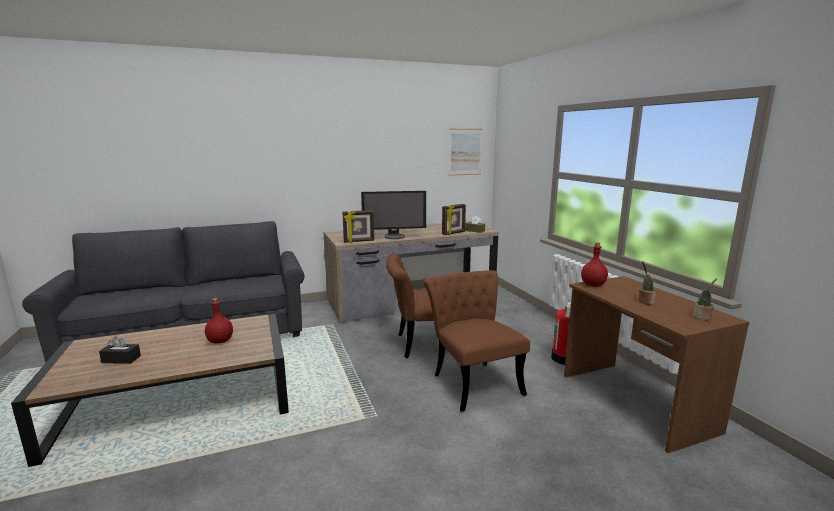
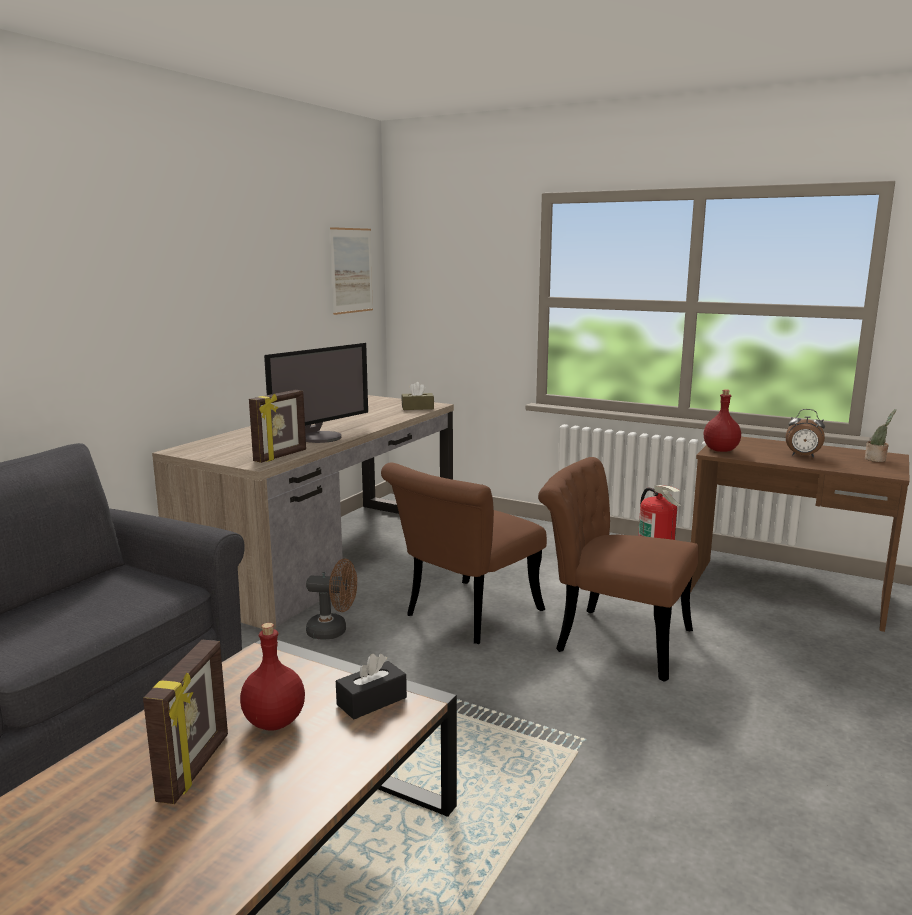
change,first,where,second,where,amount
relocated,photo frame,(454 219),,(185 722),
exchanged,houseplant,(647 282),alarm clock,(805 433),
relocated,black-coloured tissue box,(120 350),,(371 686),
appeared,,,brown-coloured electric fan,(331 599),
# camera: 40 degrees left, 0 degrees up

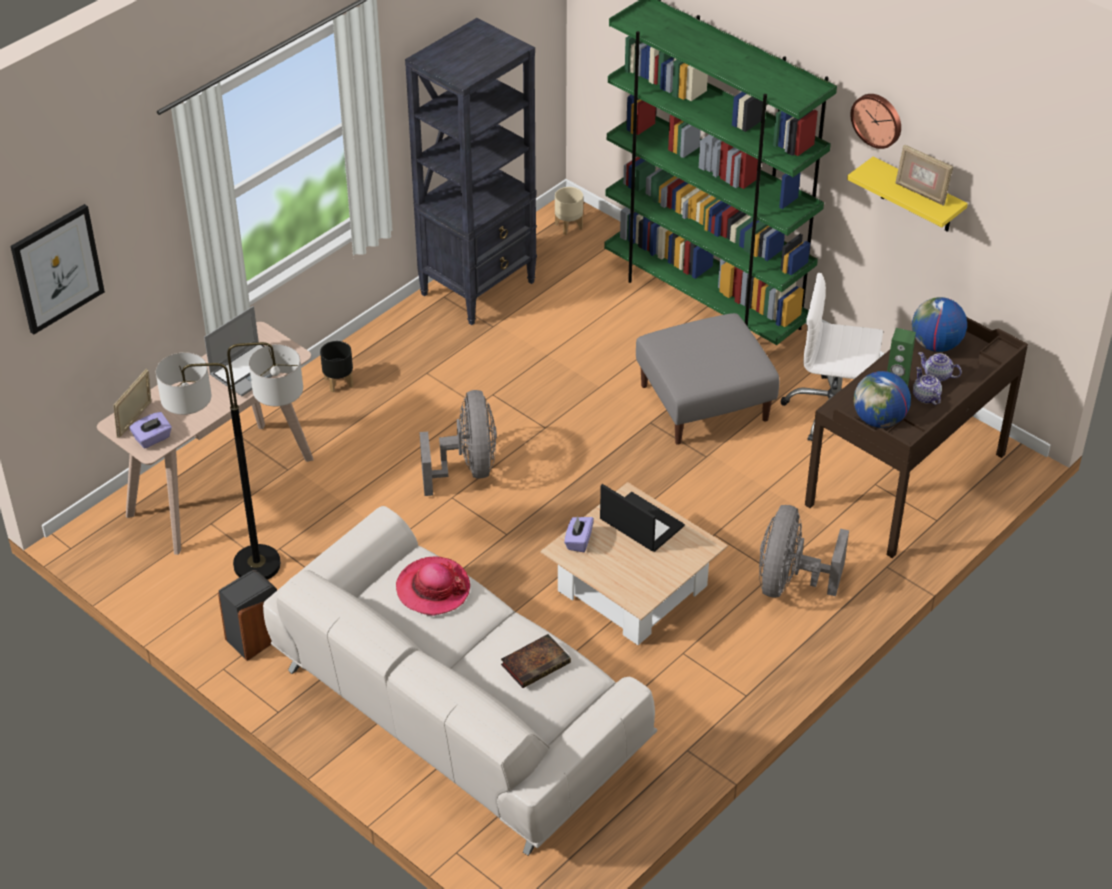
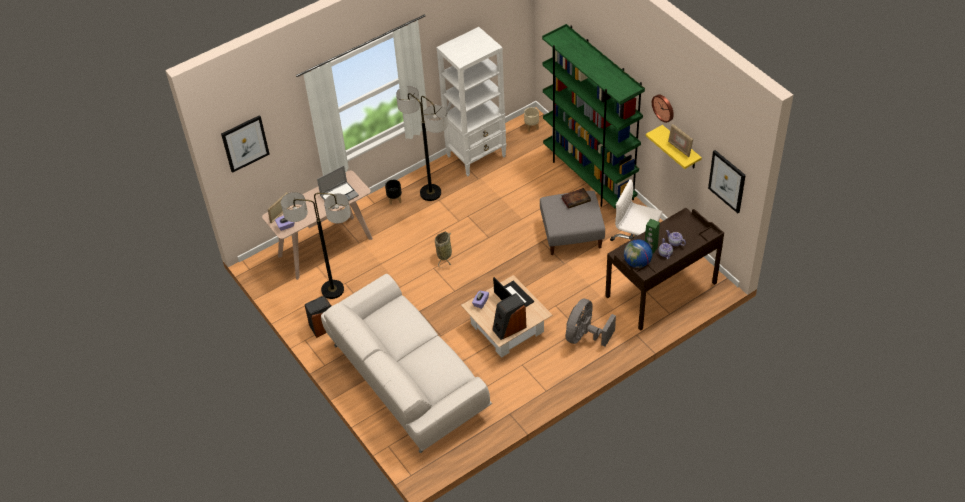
change,first,where,second,where,amount
colour,black-coloured bookshelf,(471 171),whitish bookshelf,(471 102),
missing,world globe,(939 324),,,
exchanged,gray electric fan,(458 443),household basket,(443 248),
missing,hat,(433 586),,,
relocated,book,(536 661),,(576 198),
appeared,,,standard lamp,(422 143),
appeared,,,wall art,(727 181),
appeared,,,audio speaker,(509 316),
# camera: 15 degrees right, 5 degrees up

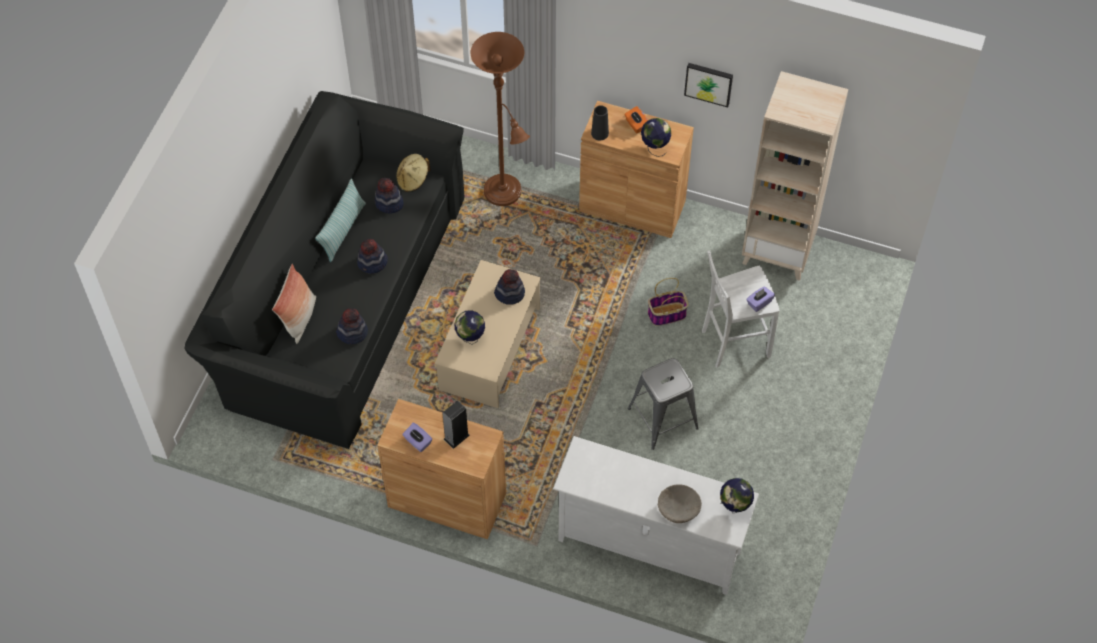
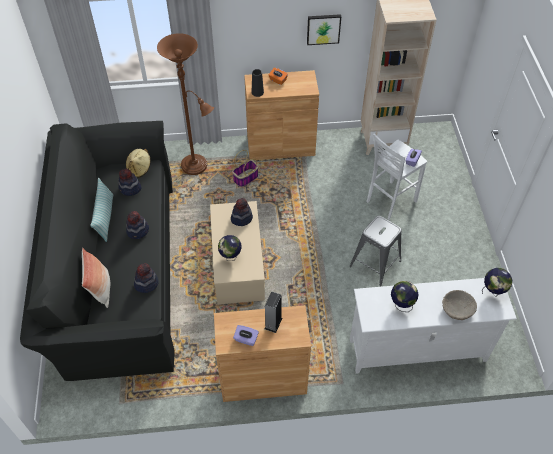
change,first,where,second,where,amount
relocated,world globe,(656 137),,(404 296),
relocated,household basket,(668 302),,(245 168),
# camera: 25 degrees left, 5 degrees down

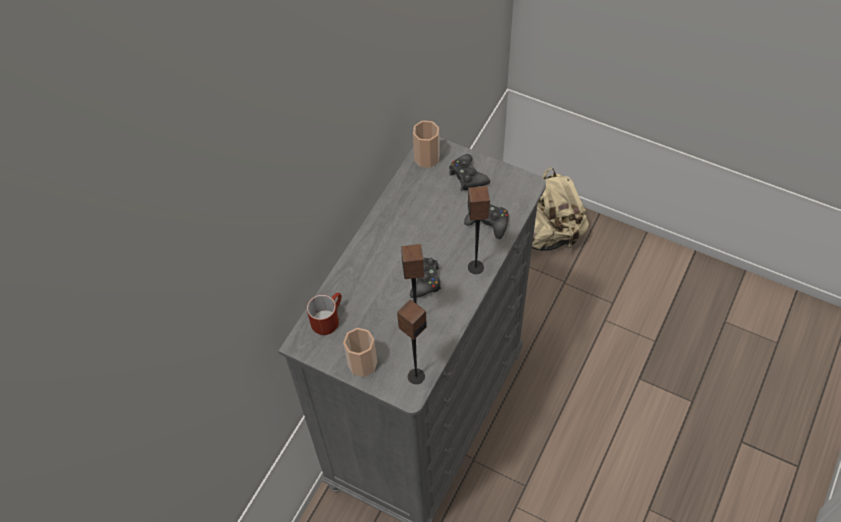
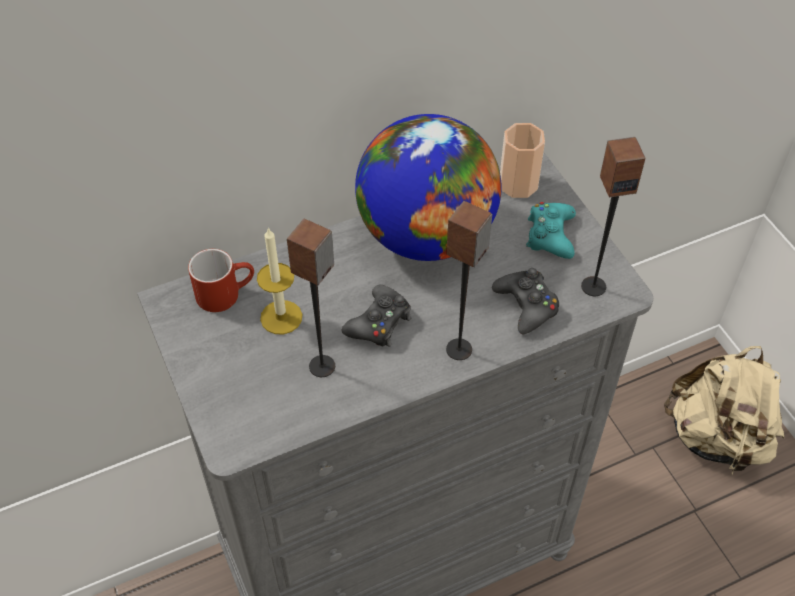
change,first,where,second,where,amount
colour,black-coloured gamepad,(469 172),turquoise gamepad,(551 230),
relocated,audio speaker,(412 342),,(613 216),
missing,small cup,(360 352),,,
appeared,,,world globe,(428 187),
appeared,,,wax candle,(279 281),
# camera: 35 degrees right, 5 degrees down

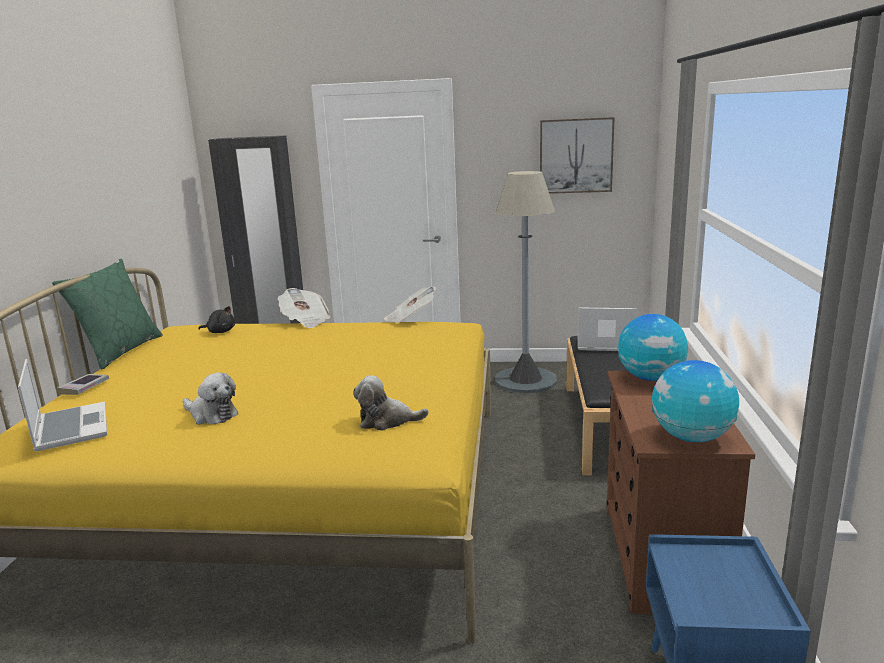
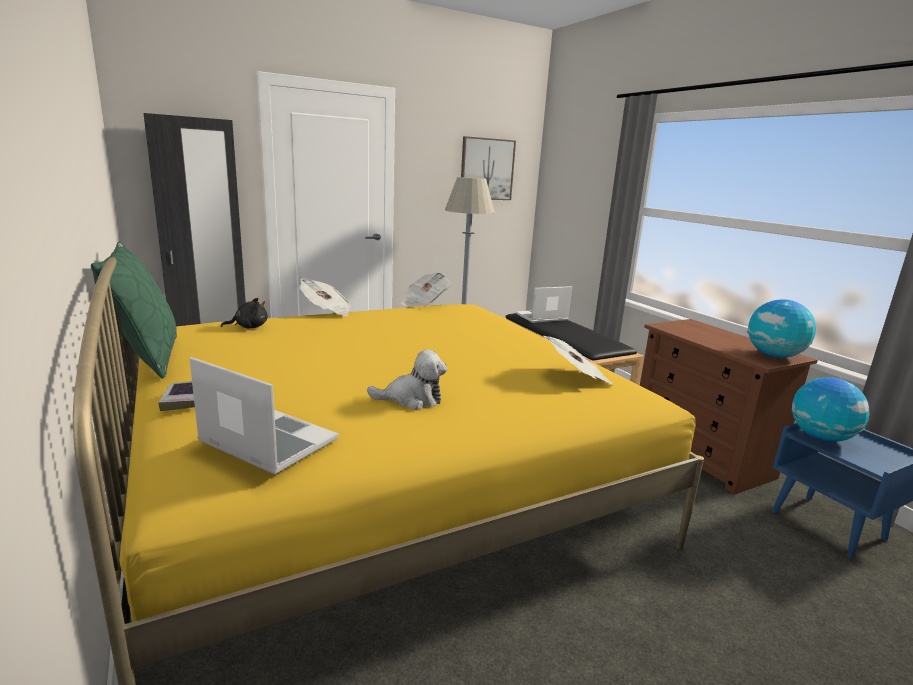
change,first,where,second,where,amount
relocated,world globe,(653 347),,(830 409),
exchanged,cuddly toy,(391 403),daily paper,(578 360),
# camera: 35 degrees left, 0 degrees up

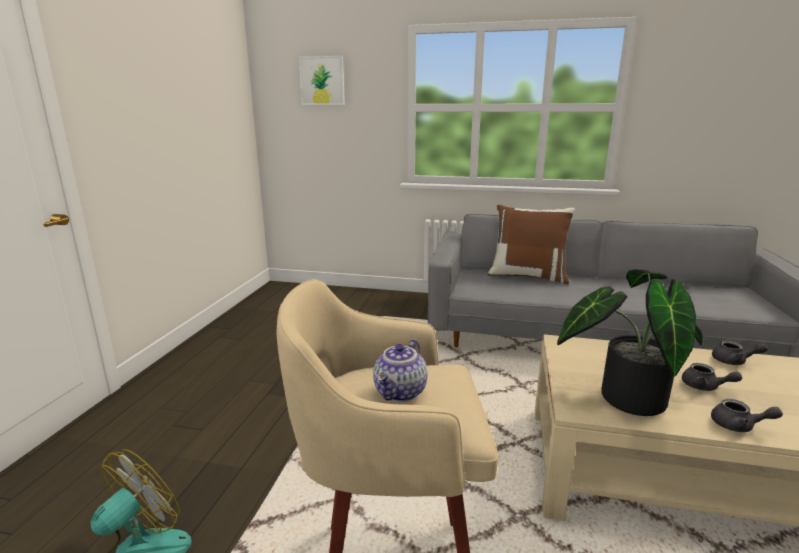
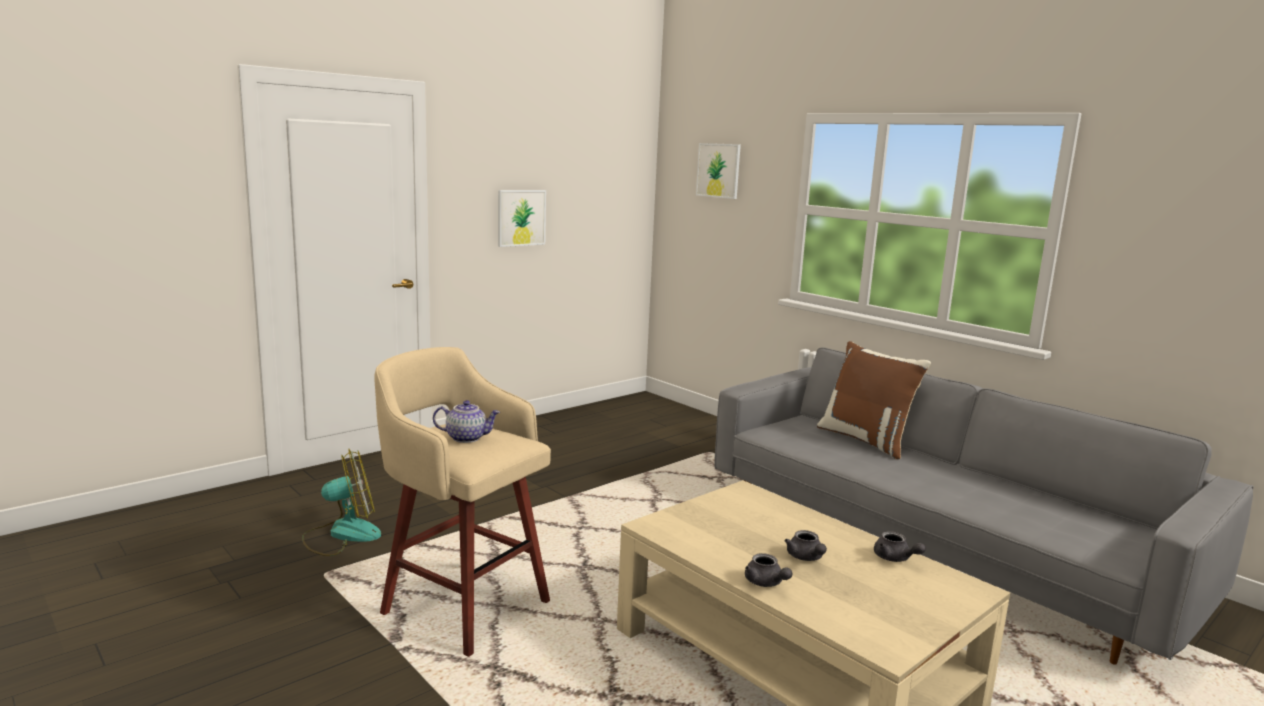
change,first,where,second,where,amount
missing,houseplant,(630 342),,,
spun,pot for tea,(400 370),,(466 421),150 degrees counterclockwise
appeared,,,wall art,(522 218),
# camera: 35 degrees right, 5 degrees down

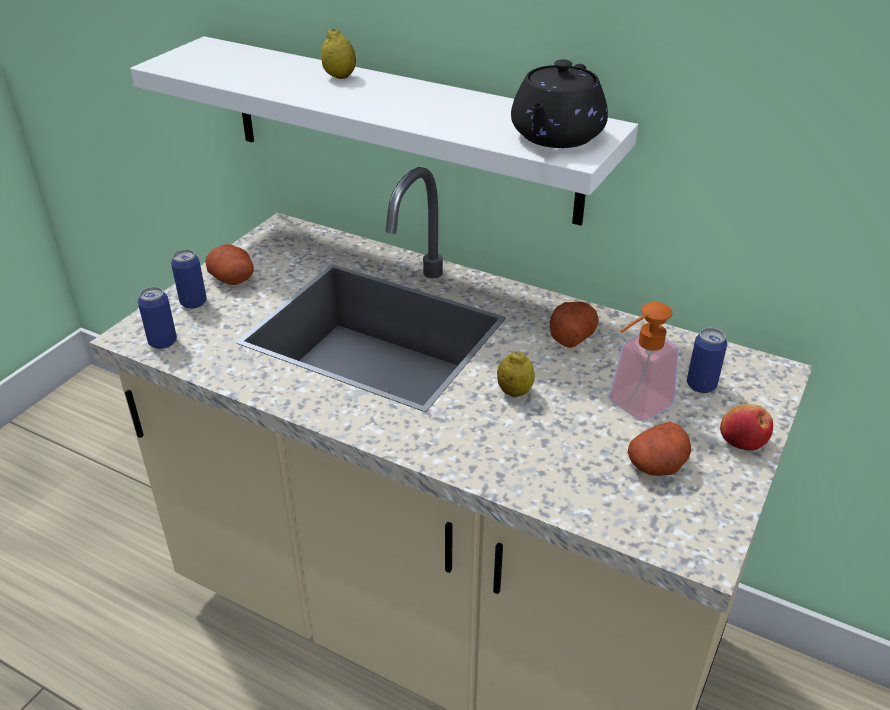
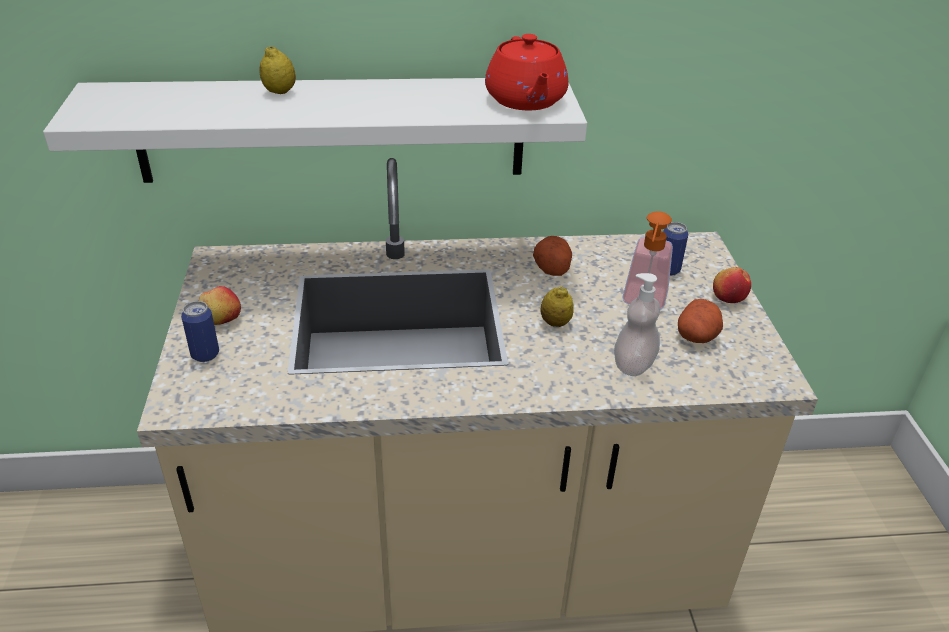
change,first,where,second,where,amount
colour,black-coloured pot for tea,(559 103),reddish pot for tea,(526 72),
exchanged,spud,(229 264),apple fruit,(220 305),
missing,metal can,(157 318),,,
appeared,,,liquid soap bottle,(637 324),
# camera: 35 degrees left, 0 degrees up

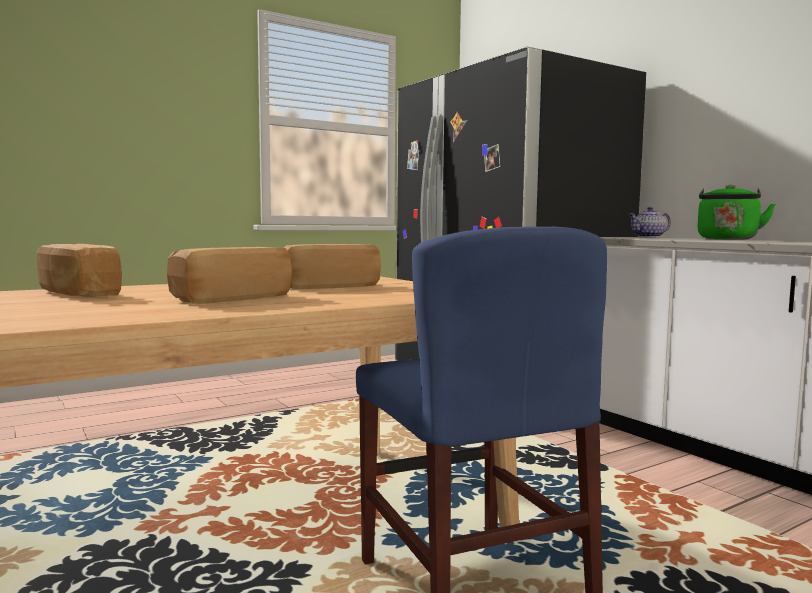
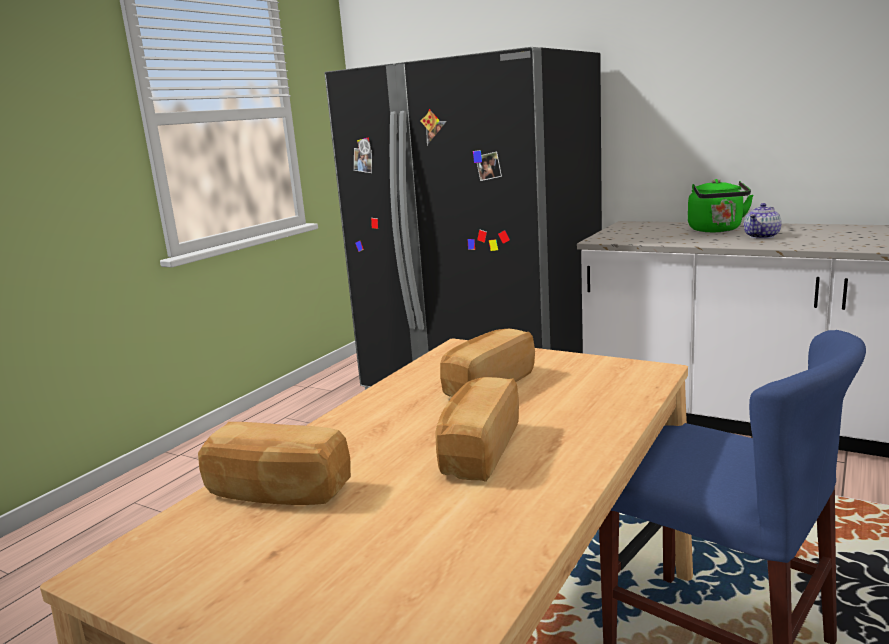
change,first,where,second,where,amount
relocated,pot for tea,(649 222),,(762 221),
# camera: 25 degrees left, 10 degrees up

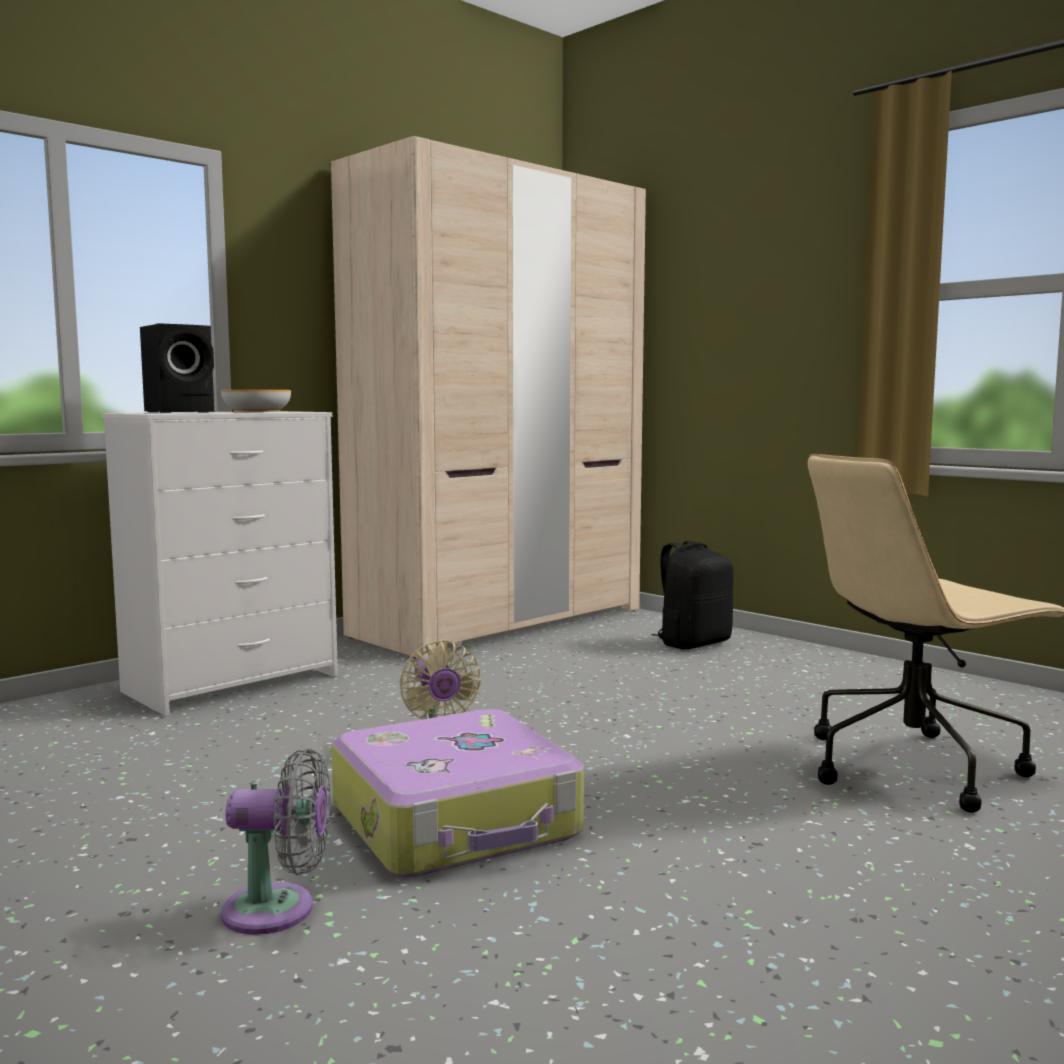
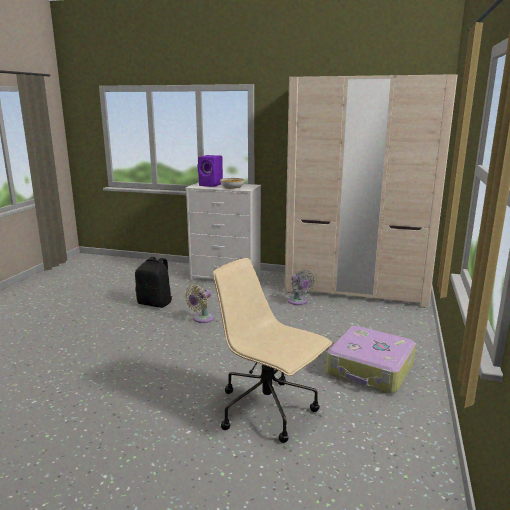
change,first,where,second,where,amount
colour,black-coloured audio speaker,(177 368),purple audio speaker,(210 171),
relocated,black-coloured rucksack,(693 594),,(153 282),
relocated,travel case,(457 793),,(371 360),
relocated,gray electric fan,(275 842),,(301 287),
# camera: 60 degrees right, 10 degrees up

